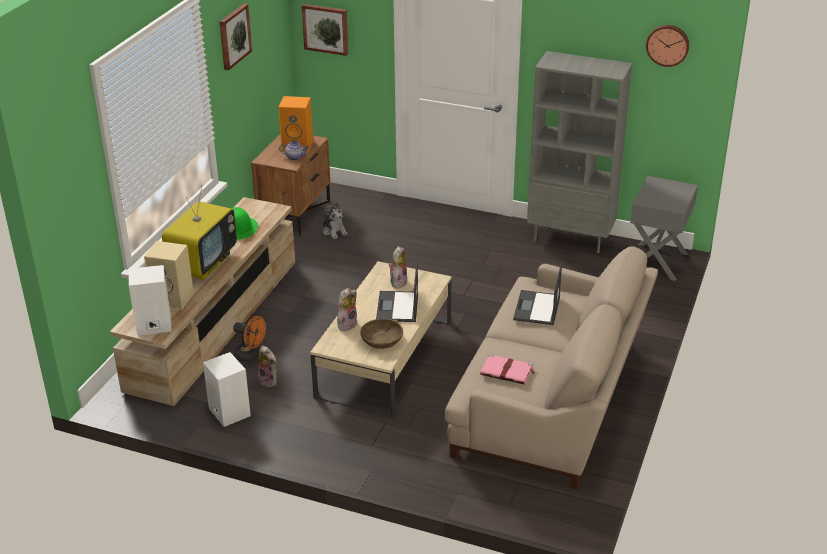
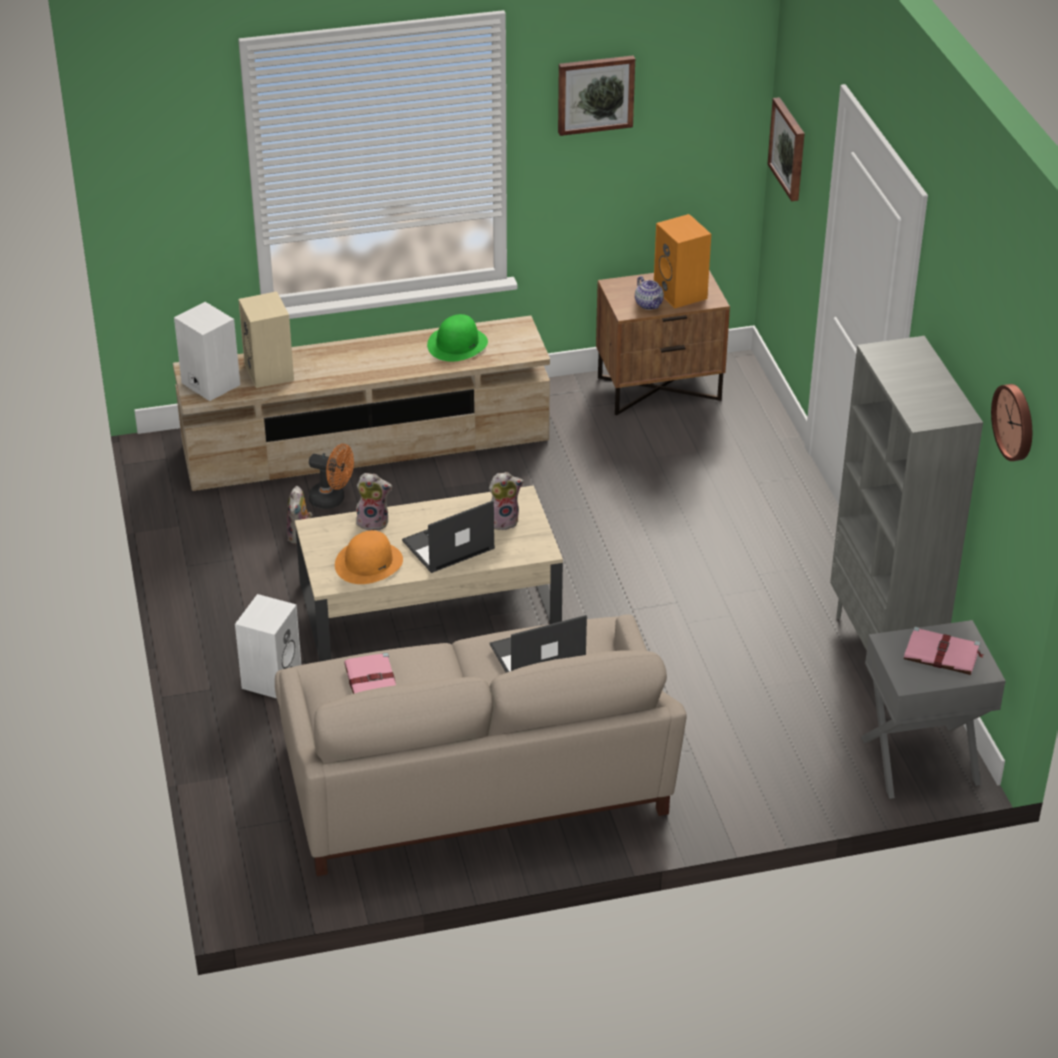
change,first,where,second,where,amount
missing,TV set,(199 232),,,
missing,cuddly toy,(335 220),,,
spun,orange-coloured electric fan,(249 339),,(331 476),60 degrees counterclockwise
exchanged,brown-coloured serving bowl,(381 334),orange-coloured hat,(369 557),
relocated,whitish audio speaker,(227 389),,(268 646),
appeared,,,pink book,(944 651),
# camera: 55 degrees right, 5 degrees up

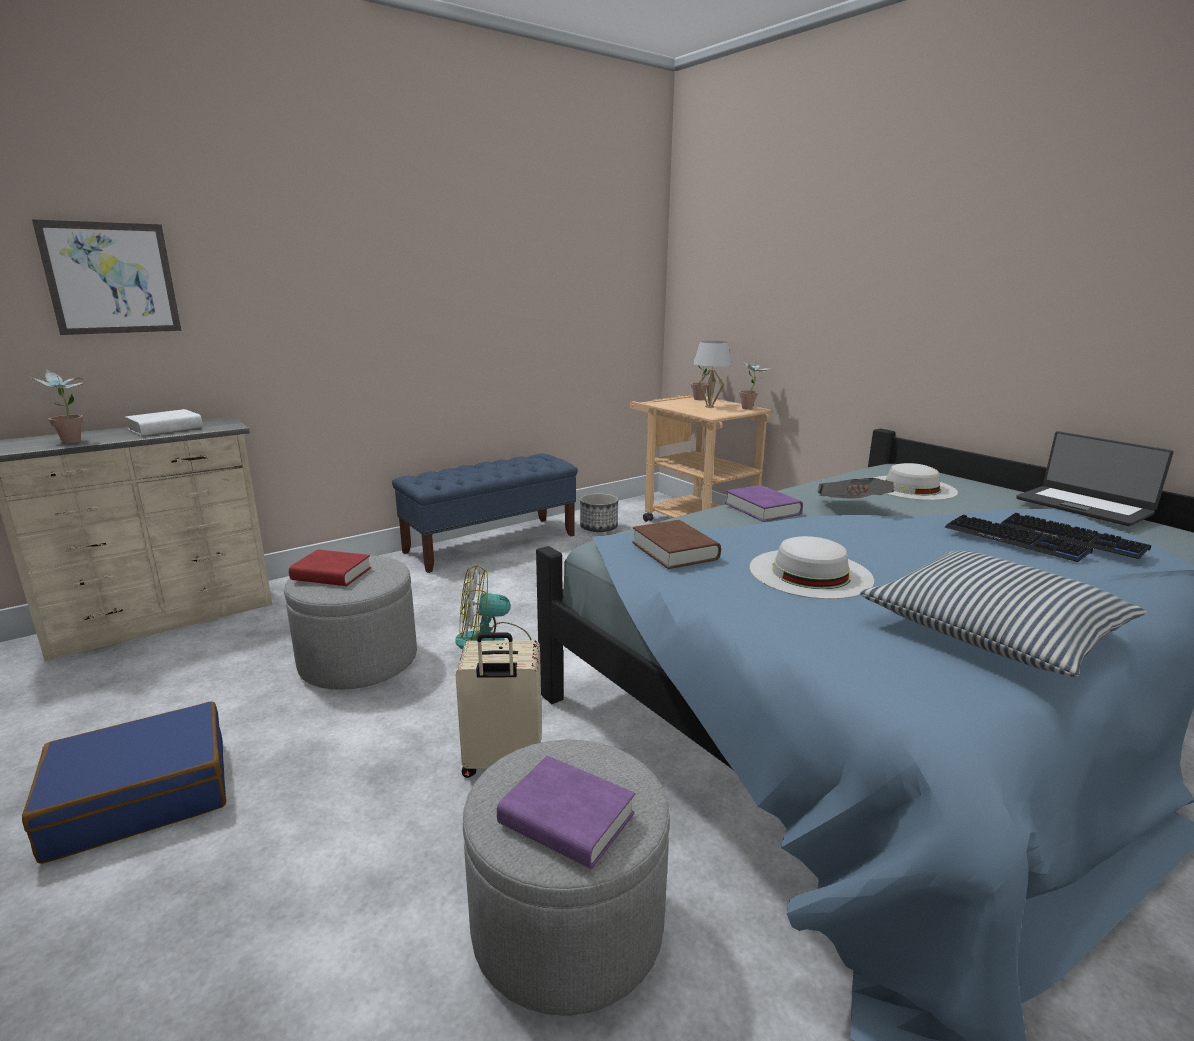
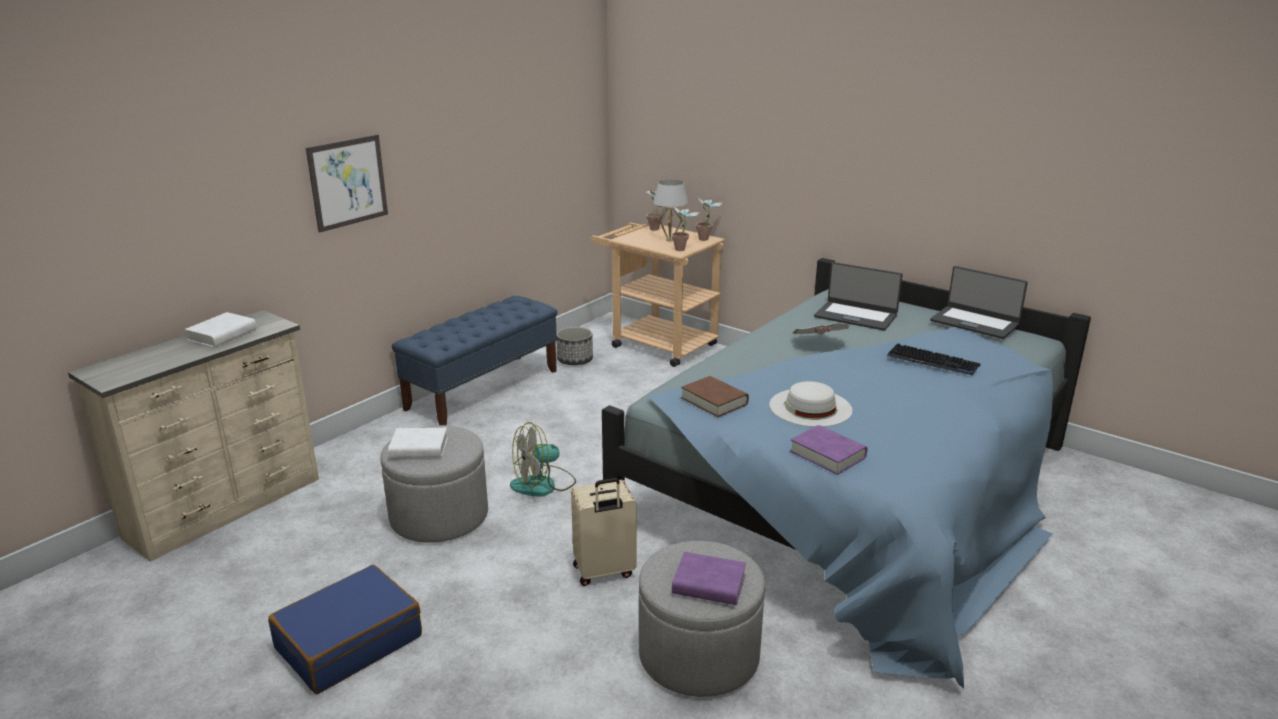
change,first,where,second,where,amount
relocated,wall art,(106 277),,(347 183),
relocated,houseplant,(57 406),,(685 228),
exchanged,whitish hat,(916 481),laptop,(858 296),
relocated,purple book,(764 503),,(828 450),
missing,PC keyboard,(1076 536),,,
colour,reddish book,(330 567),whitish book,(418 443),
missing,throw pillow,(1003 613),,,
# camera: 15 degrees left, 5 degrees up

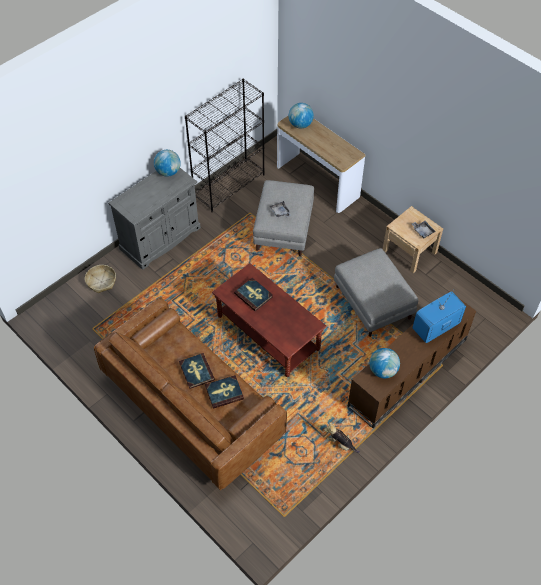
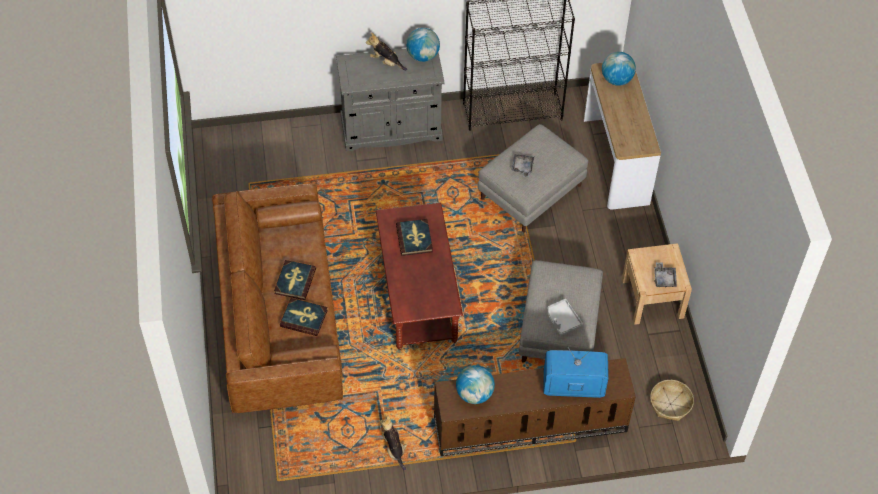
change,first,where,second,where,amount
relocated,household basket,(100 279),,(672 400),
appeared,,,cuddly toy,(386 51),
appeared,,,gray serving tray,(565 317),
# camera: 35 degrees right, 0 degrees up

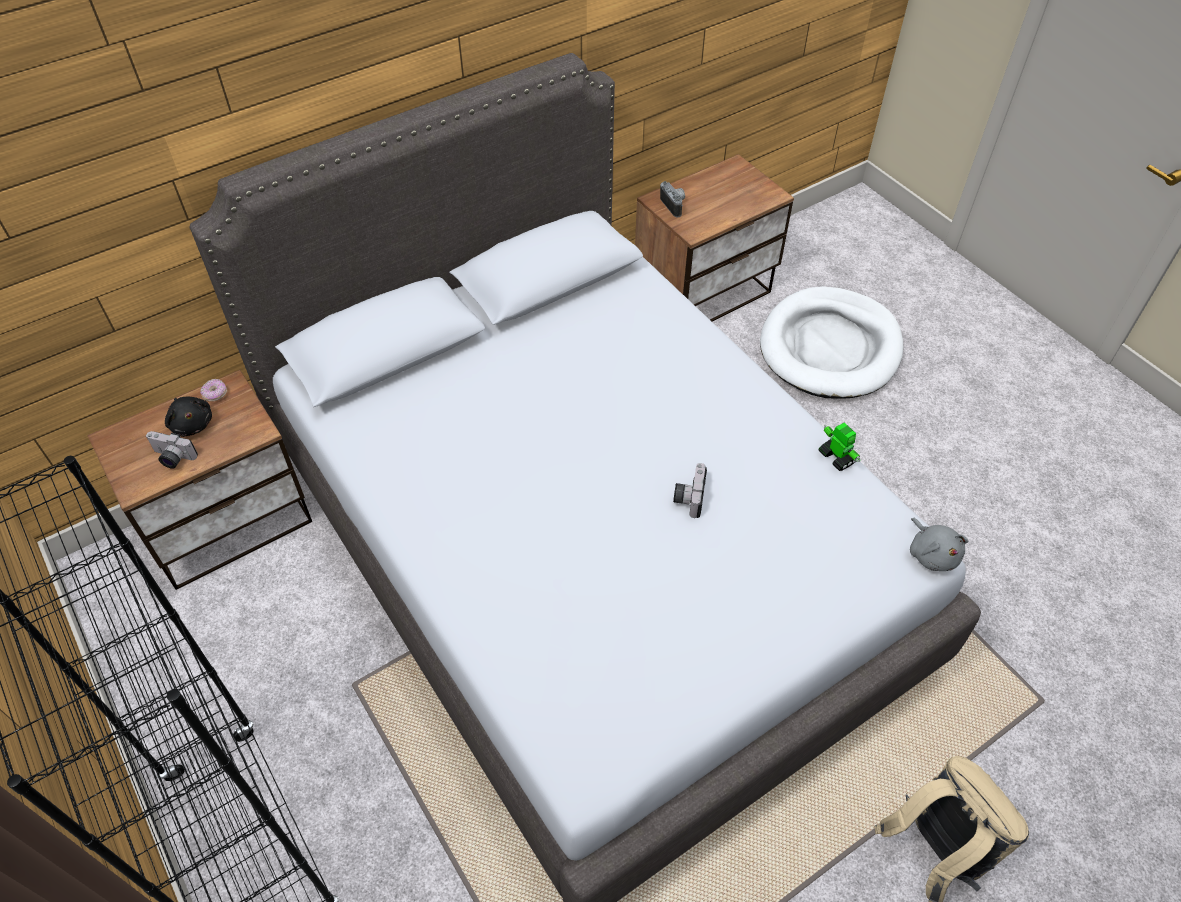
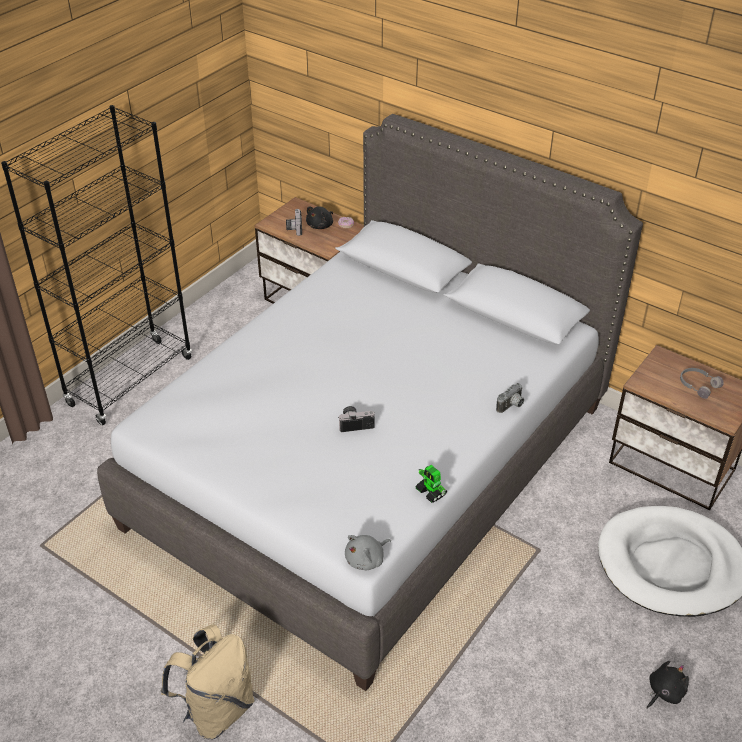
change,first,where,second,where,amount
relocated,still camera,(672 199),,(510 398),
spun,model robot,(839 447),,(431 484),105 degrees clockwise
appeared,,,gray headset,(702 383),
appeared,,,black-coloured cuddly toy,(667 684),
# camera: 70 degrees right, 10 degrees down

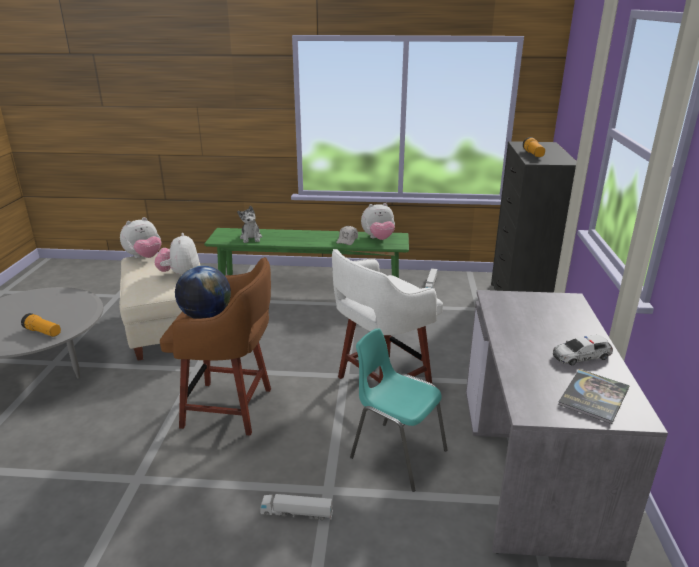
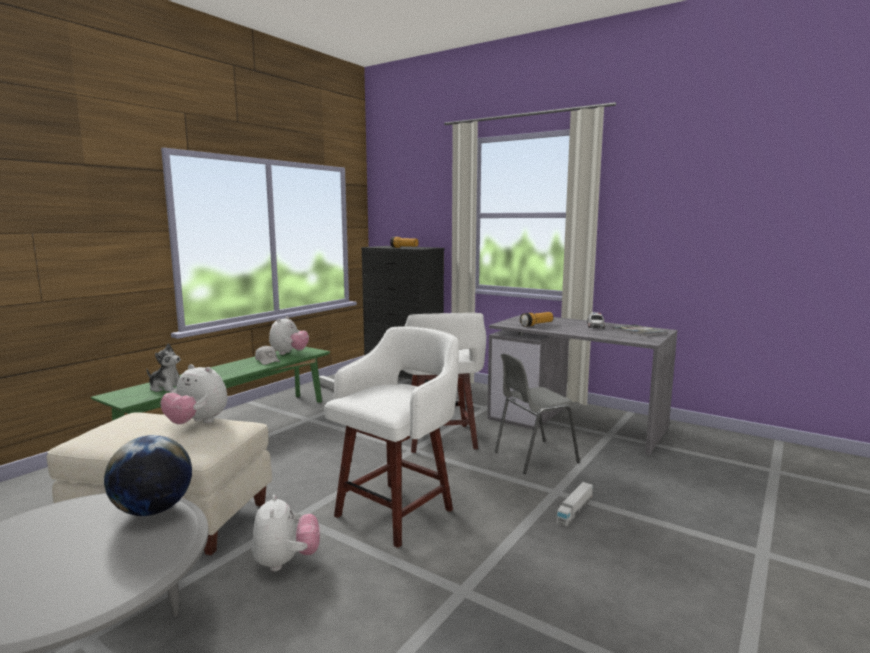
change,first,where,second,where,amount
relocated,cuddly toy,(140 237),,(286 533),
colour,brown-coloured stool seat,(215 346),whitish stool seat,(391 437),
relocated,world globe,(203 292),,(148 475),
relocated,torch,(41 325),,(536 319),
colour,turquoise upright chair,(399 410),gray upright chair,(537 413),
# camera: 60 degrees left, 15 degrees down

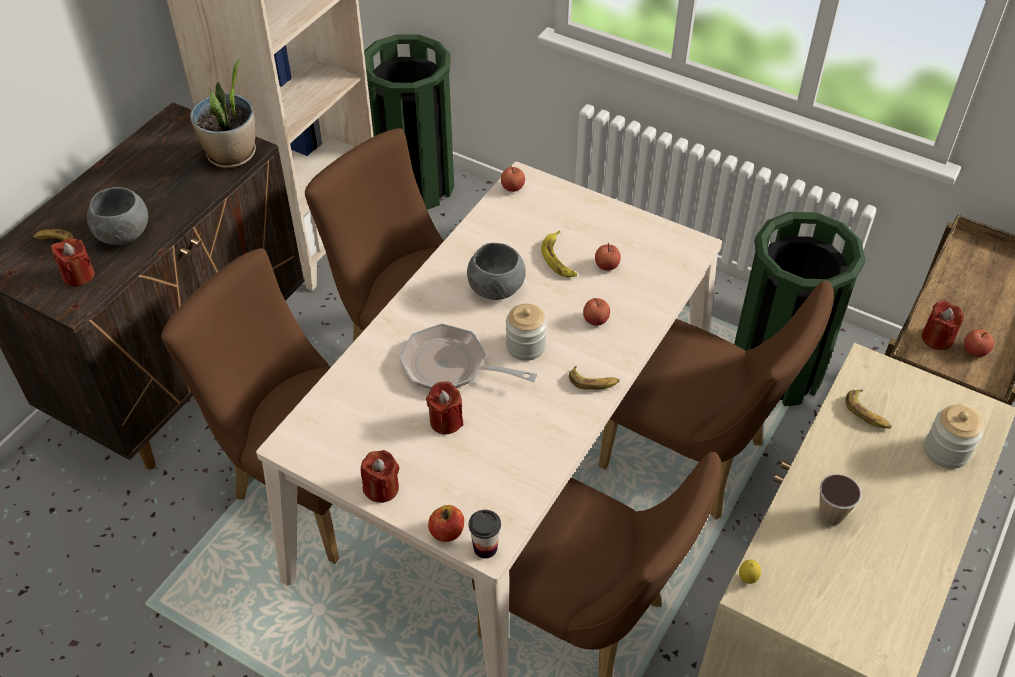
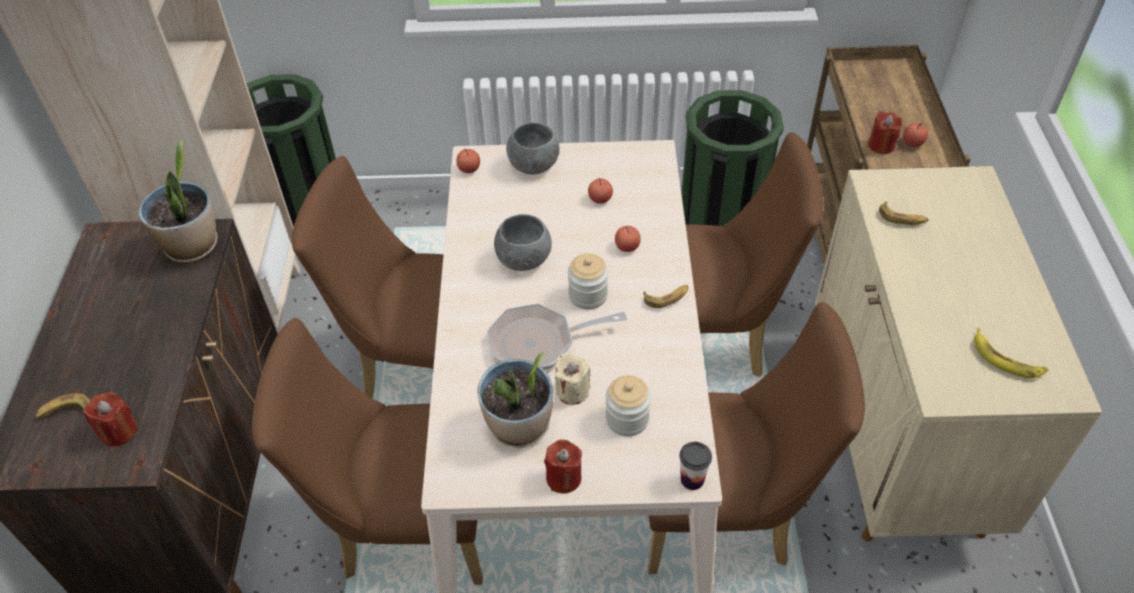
change,first,where,second,where,amount
relocated,gray serving bowl,(117 216),,(533 148),
relocated,banana,(559 254),,(1011 353),
colour,reddish wax candle,(444 407),sand-coloured wax candle,(573 378),
relocated,storage jar,(953 437),,(628 405),
missing,small cup,(840 499),,,
missing,apple fruit,(446 523),,,
missing,lemon,(750 572),,,
appeared,,,houseplant,(515 400),
# camera: 30 degrees left, 0 degrees up

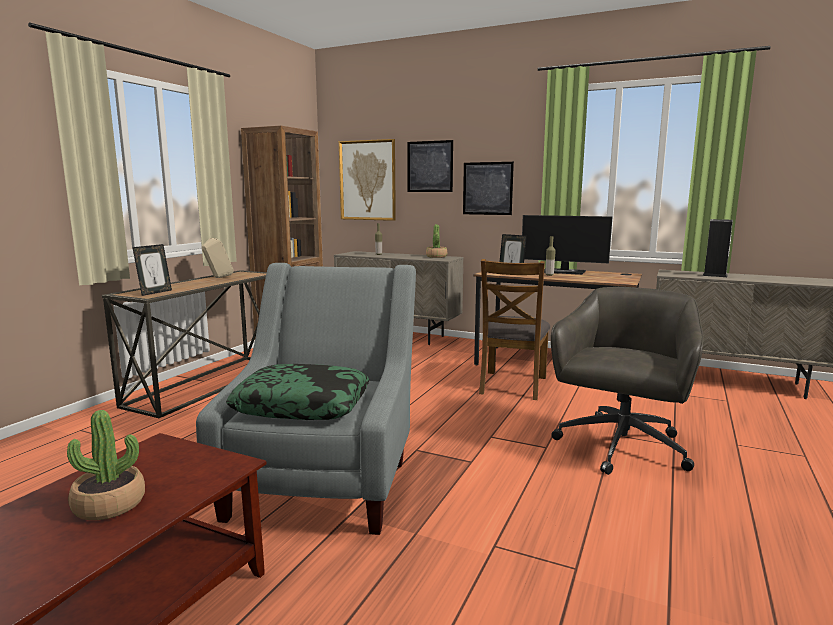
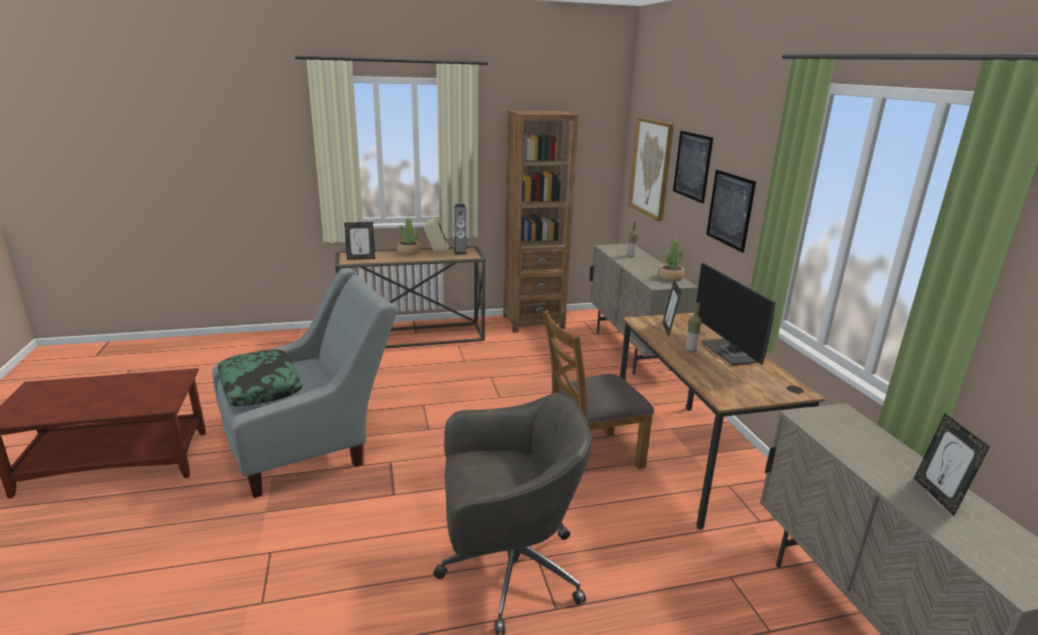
change,first,where,second,where,amount
relocated,audio speaker,(717 248),,(460 229),
relocated,houseplant,(106 465),,(409 236),
appeared,,,photo frame,(952 465),
# camera: 50 degrees right, 10 degrees up

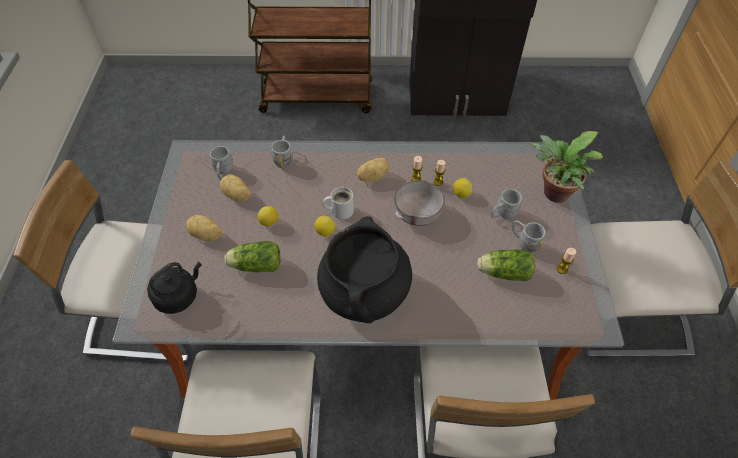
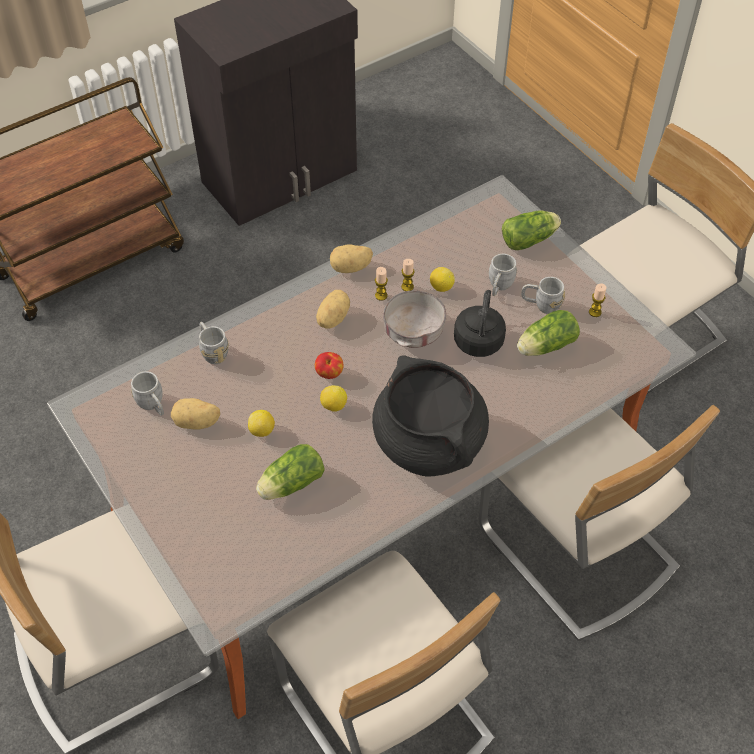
change,first,where,second,where,amount
exchanged,houseplant,(566 167),lettuce head,(531 230),
exchanged,whitish coffee mug,(338 203),apple fruit,(329 365),
relocated,spud,(204 228),,(351 258),
relocated,black-coloured tea kettle,(174 288),,(480 323),
# camera: 35 degrees left, 0 degrees up

